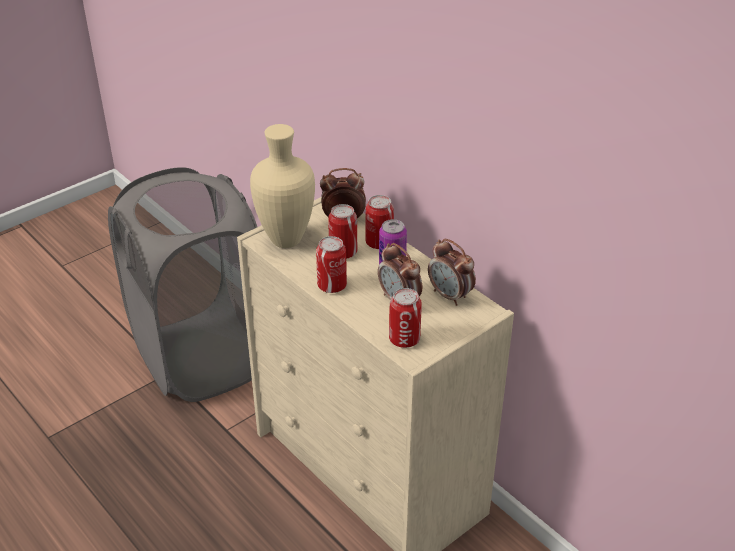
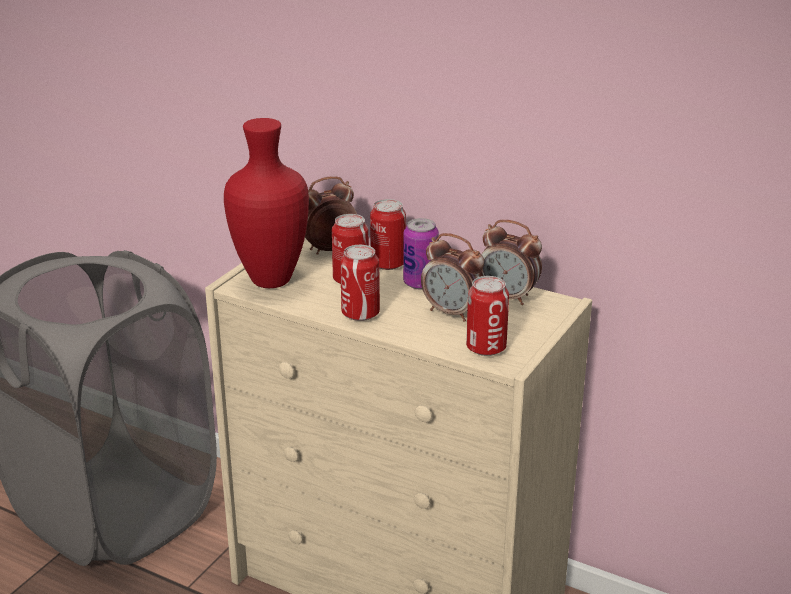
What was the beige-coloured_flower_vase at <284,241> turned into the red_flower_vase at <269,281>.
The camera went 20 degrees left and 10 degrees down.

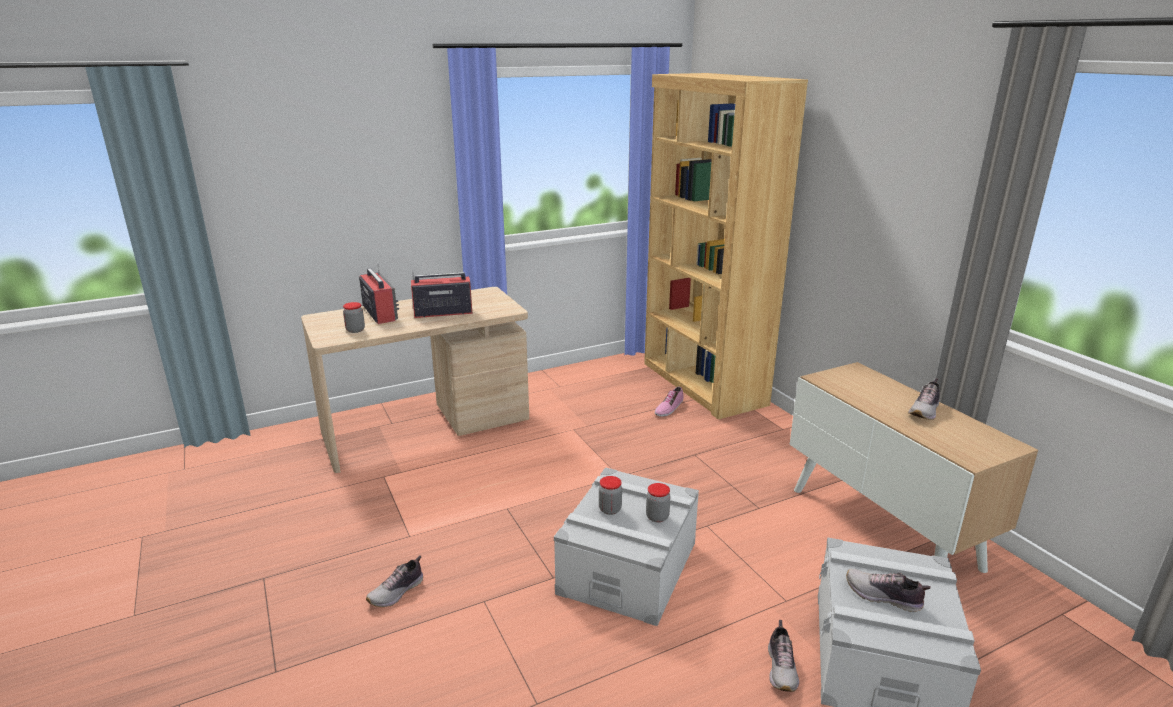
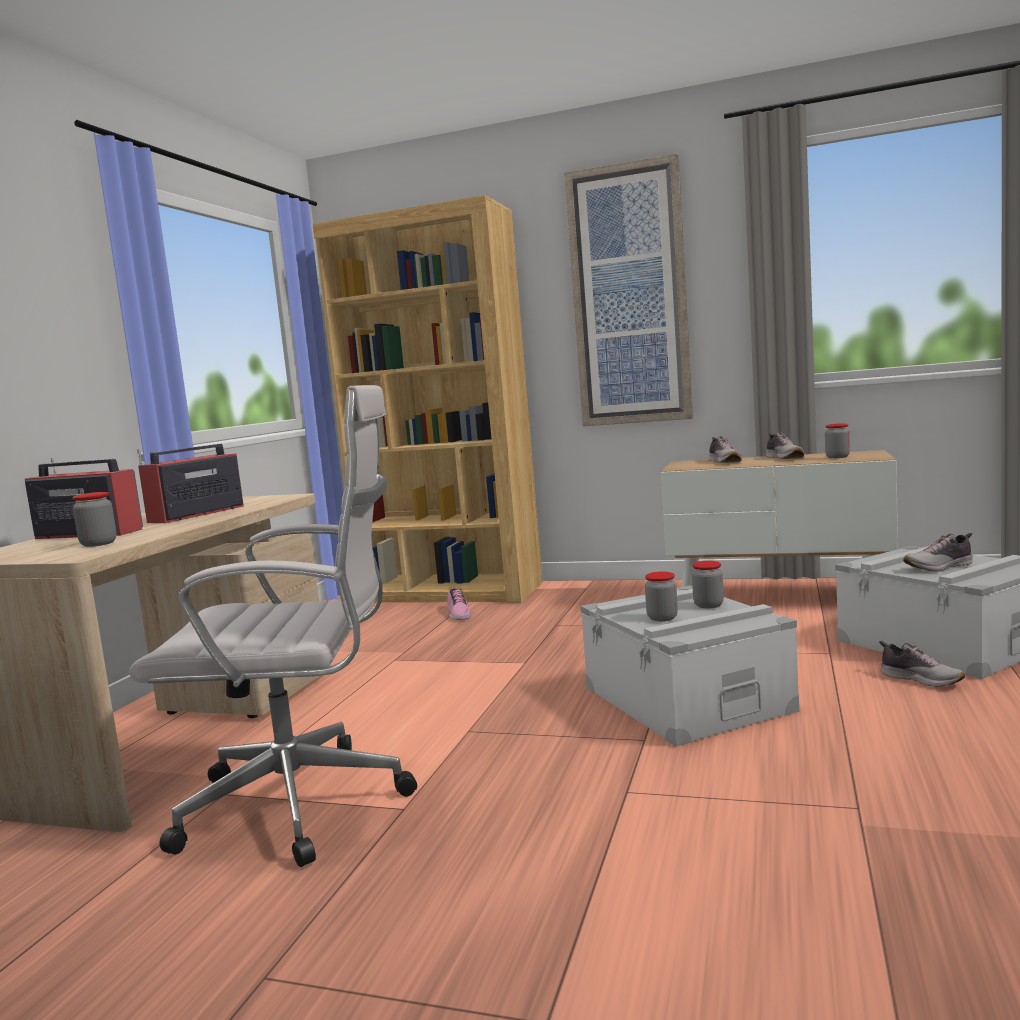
The second view gained the whitish_desk_chair at <306,804>.
The second view gained the wall_picture at <629,296>.
The item_of_footwear ended up elsewhere, having gone from <397,592> to <725,461>.
The second view gained the preserve_jar at <837,457>.
The camera went 45 degrees left and 15 degrees down.

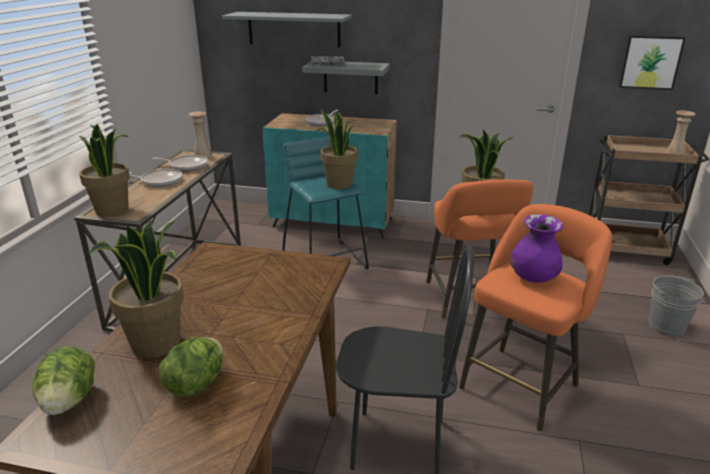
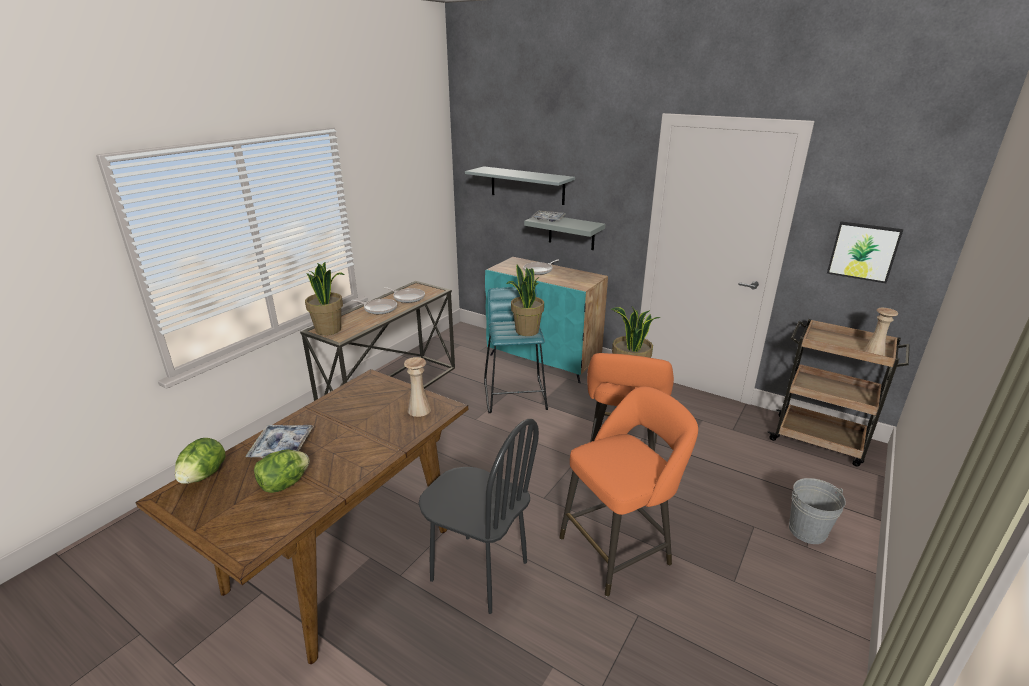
Where the plant_in_a_pot stood at <156,344>, the carrying_tray came to stand at <282,446>.
The beige-coloured_flower_vase ended up elsewhere, having gone from <202,155> to <419,410>.
The second view lost the purplish_flower_vase at <533,277>.
The camera went 20 degrees right and 0 degrees up.

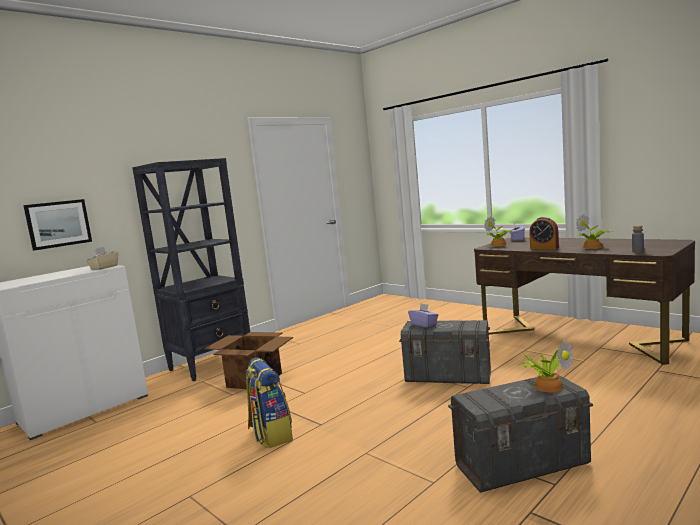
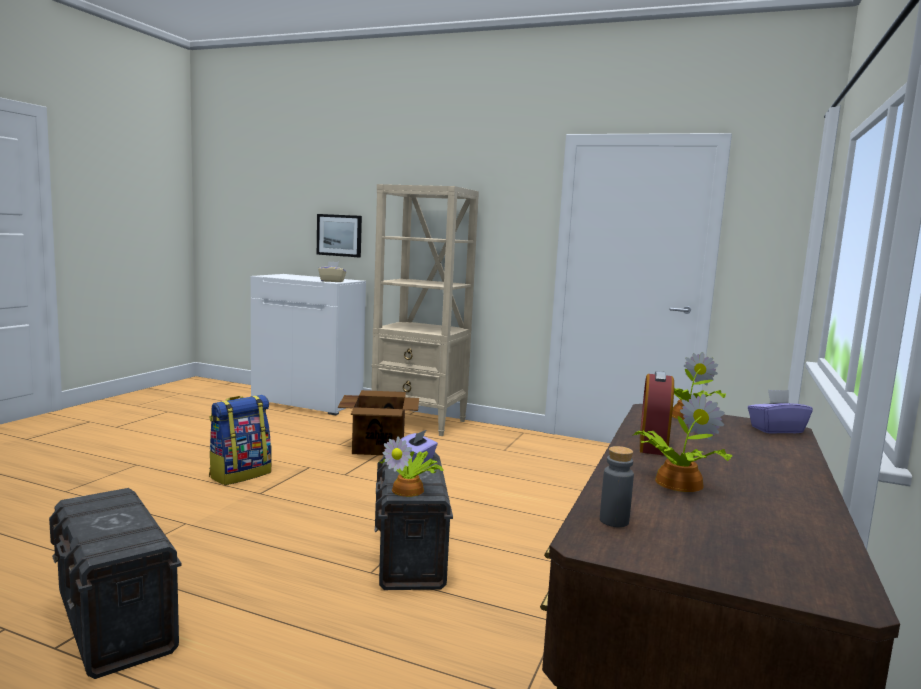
What was the black_shelving_unit at <212,364> turned into the beige-coloured_shelving_unit at <420,422>.
The plant_in_a_pot ended up elsewhere, having gone from <547,385> to <410,490>.
The camera went 65 degrees right and 0 degrees up.

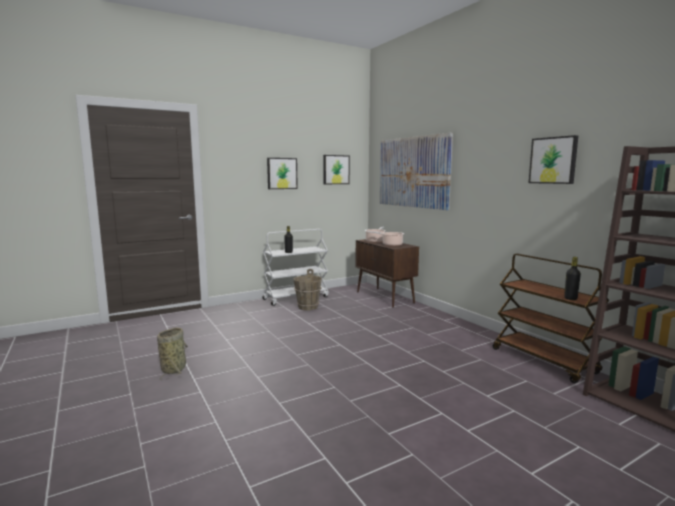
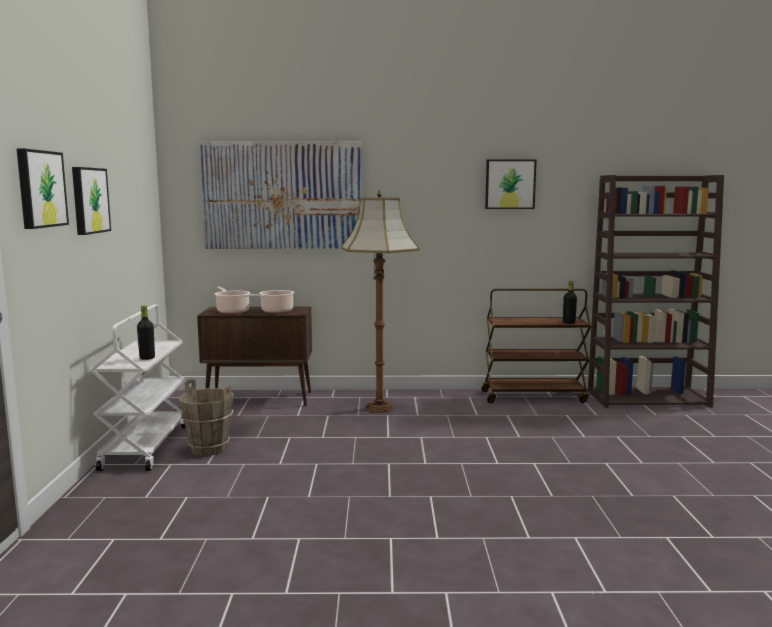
The wall_picture ended up elsewhere, having gone from <335,169> to <40,189>.
The second view gained the floor_lamp at <380,408>.
The second view lost the basket at <174,369>.
The camera went 60 degrees left and 0 degrees up.

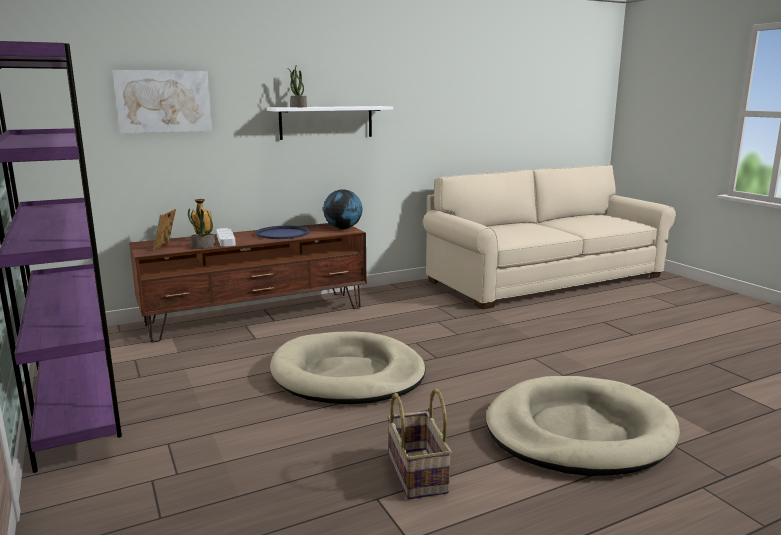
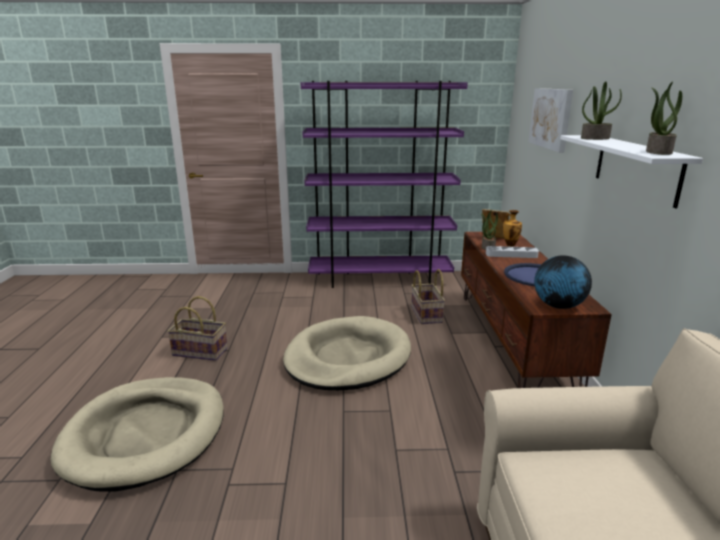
The second view gained the basket at <425,314>.
The second view gained the plant_in_a_pot at <658,152>.
The camera went 115 degrees right and 5 degrees up.

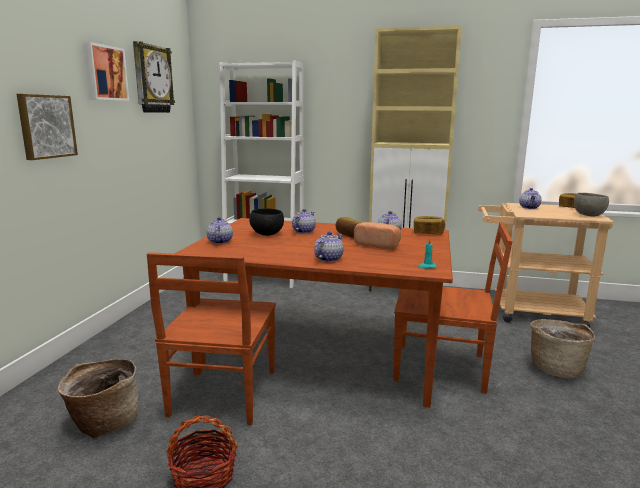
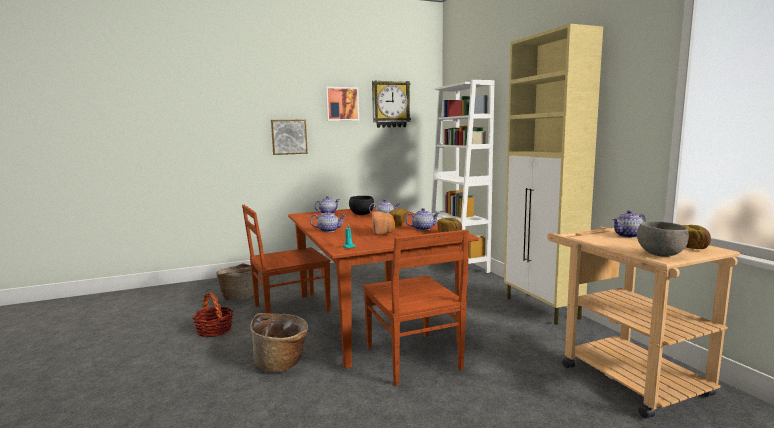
The basket ended up elsewhere, having gone from <556,368> to <282,363>.
The camera went 55 degrees right and 5 degrees down.

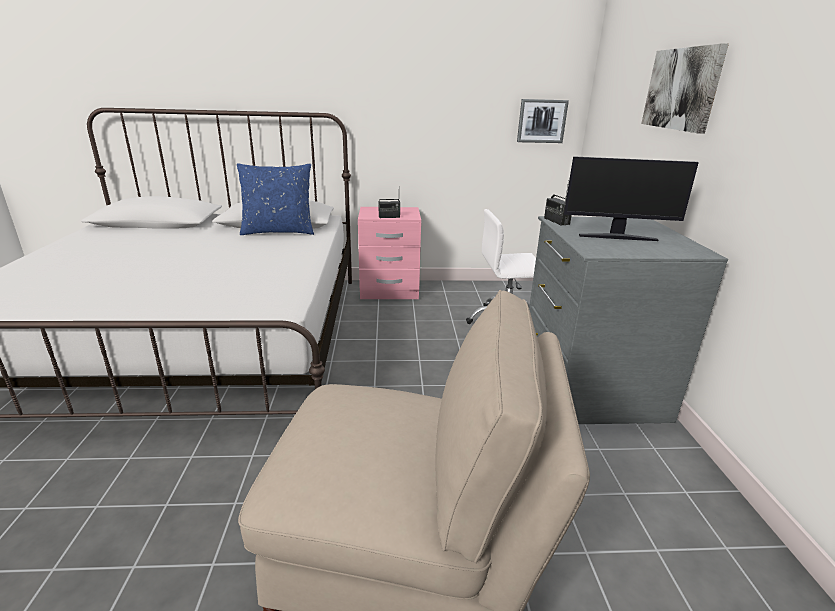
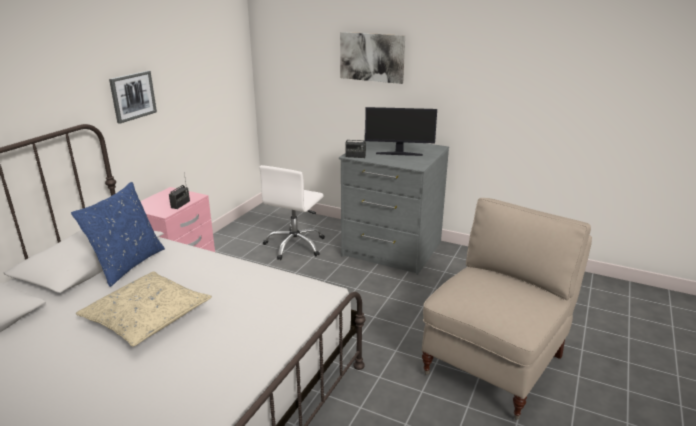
The second view gained the beige-coloured_cushion at <147,317>.
The wall_picture ended up elsewhere, having gone from <541,121> to <133,96>.
The computer_screen at <617,237> ended up facing another way, 60 degrees clockwise from before.
The camera went 60 degrees left and 0 degrees up.

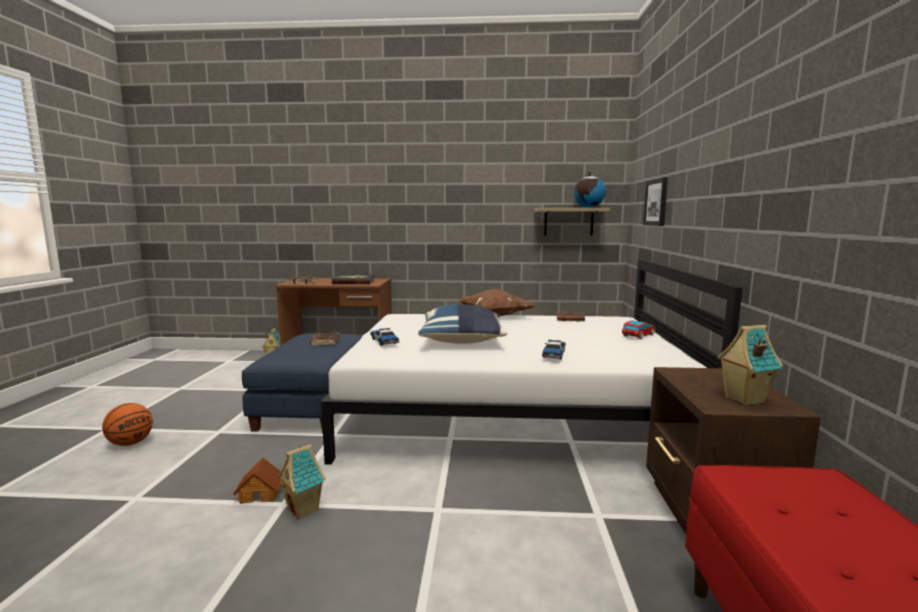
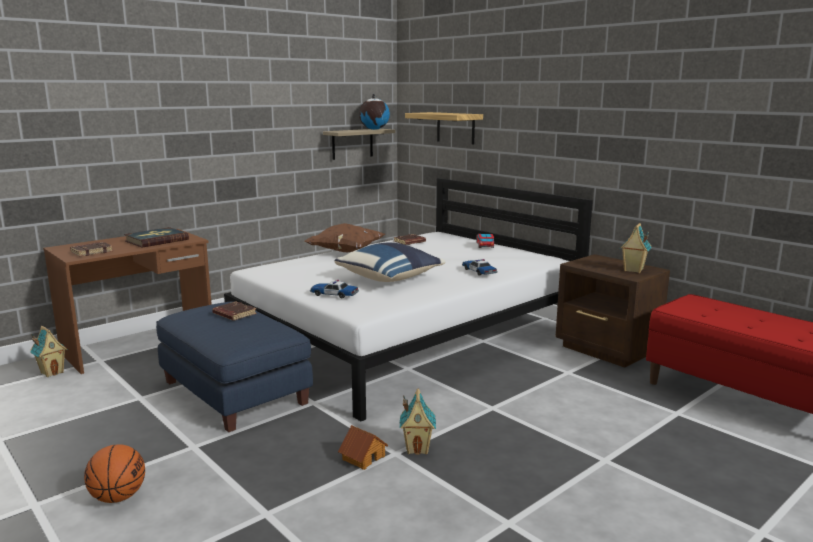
Where the wall_picture hung at <656,202>, the wall_shelf came to hang at <455,128>.
The camera went 45 degrees left and 5 degrees up.

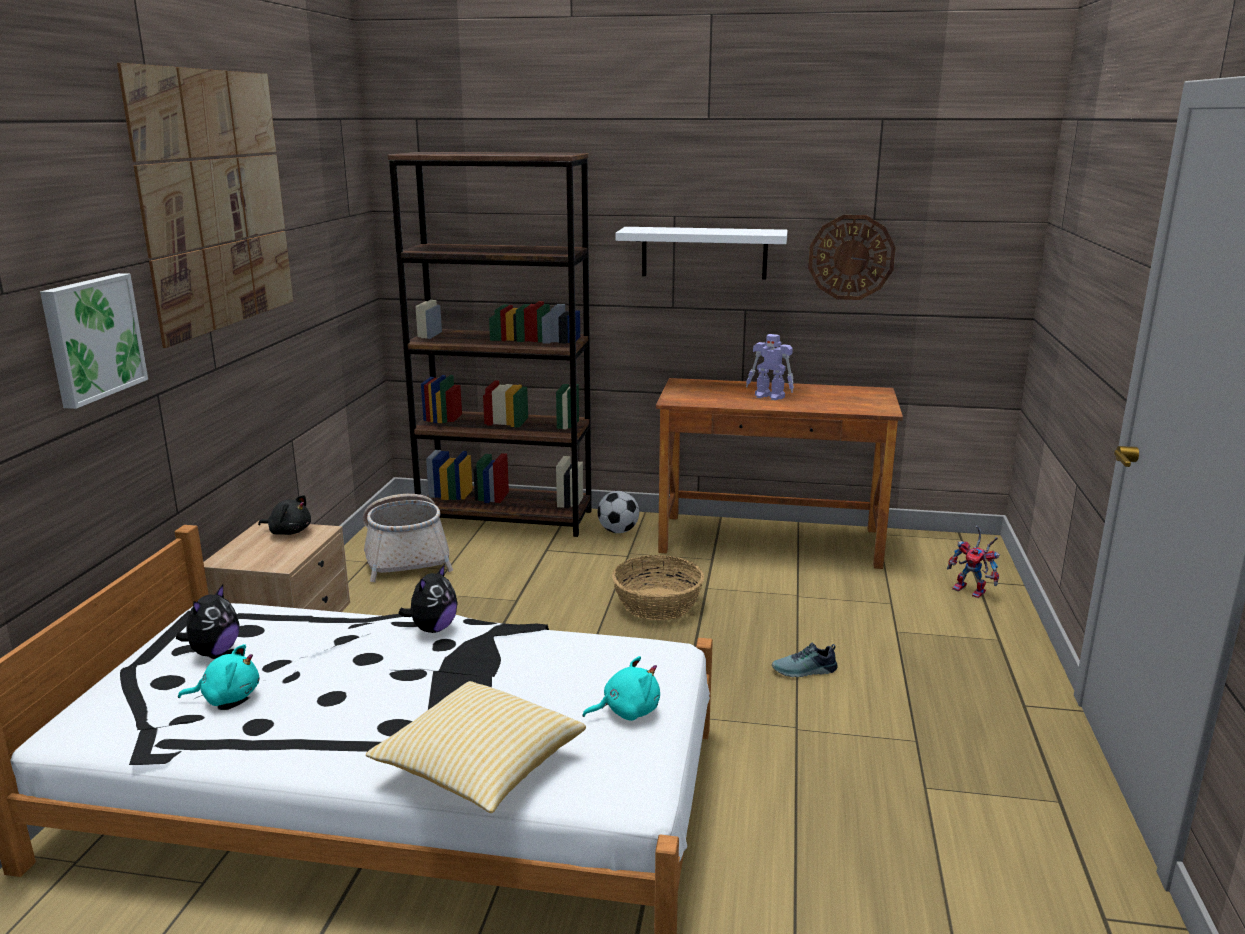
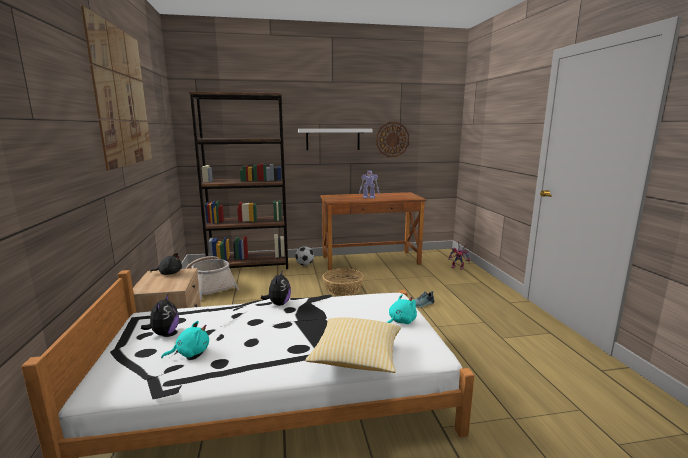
The second view lost the wall_picture at <91,338>.
The camera went 20 degrees left and 5 degrees down.

